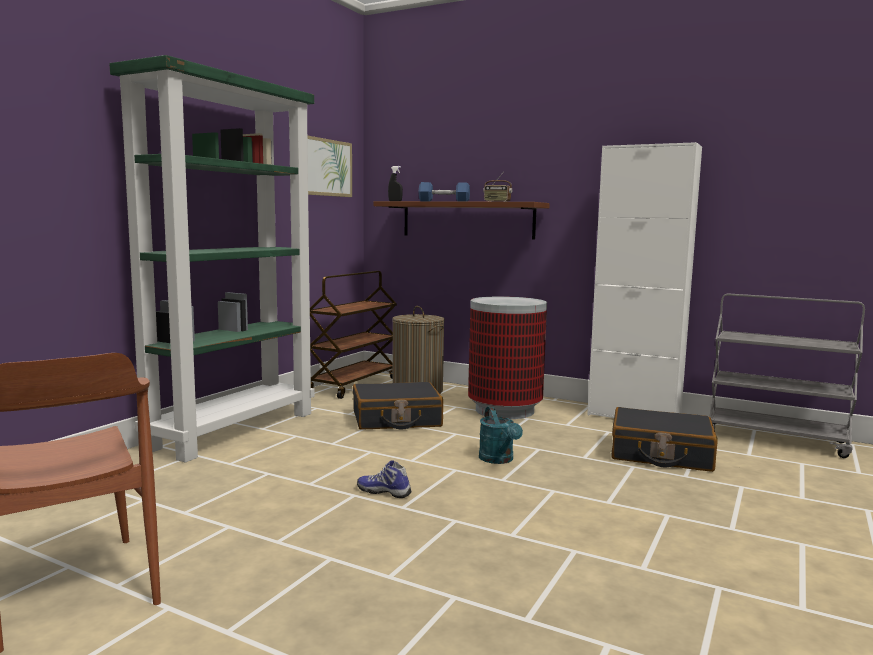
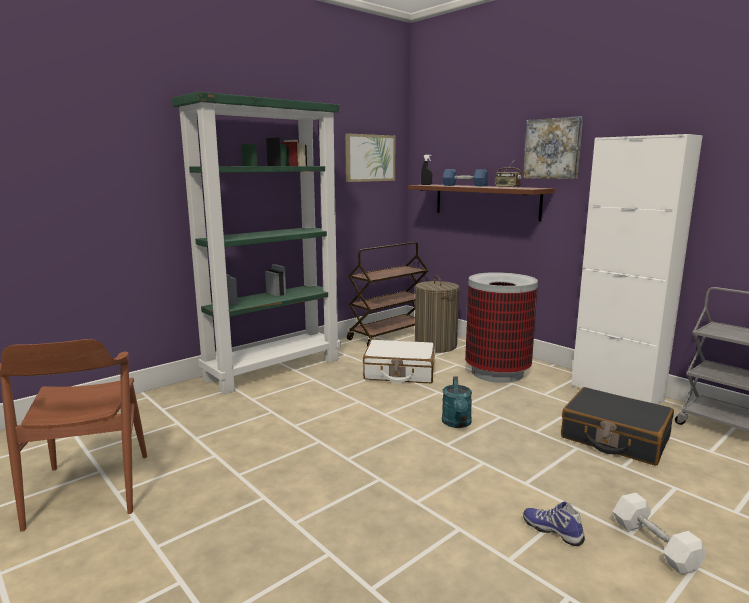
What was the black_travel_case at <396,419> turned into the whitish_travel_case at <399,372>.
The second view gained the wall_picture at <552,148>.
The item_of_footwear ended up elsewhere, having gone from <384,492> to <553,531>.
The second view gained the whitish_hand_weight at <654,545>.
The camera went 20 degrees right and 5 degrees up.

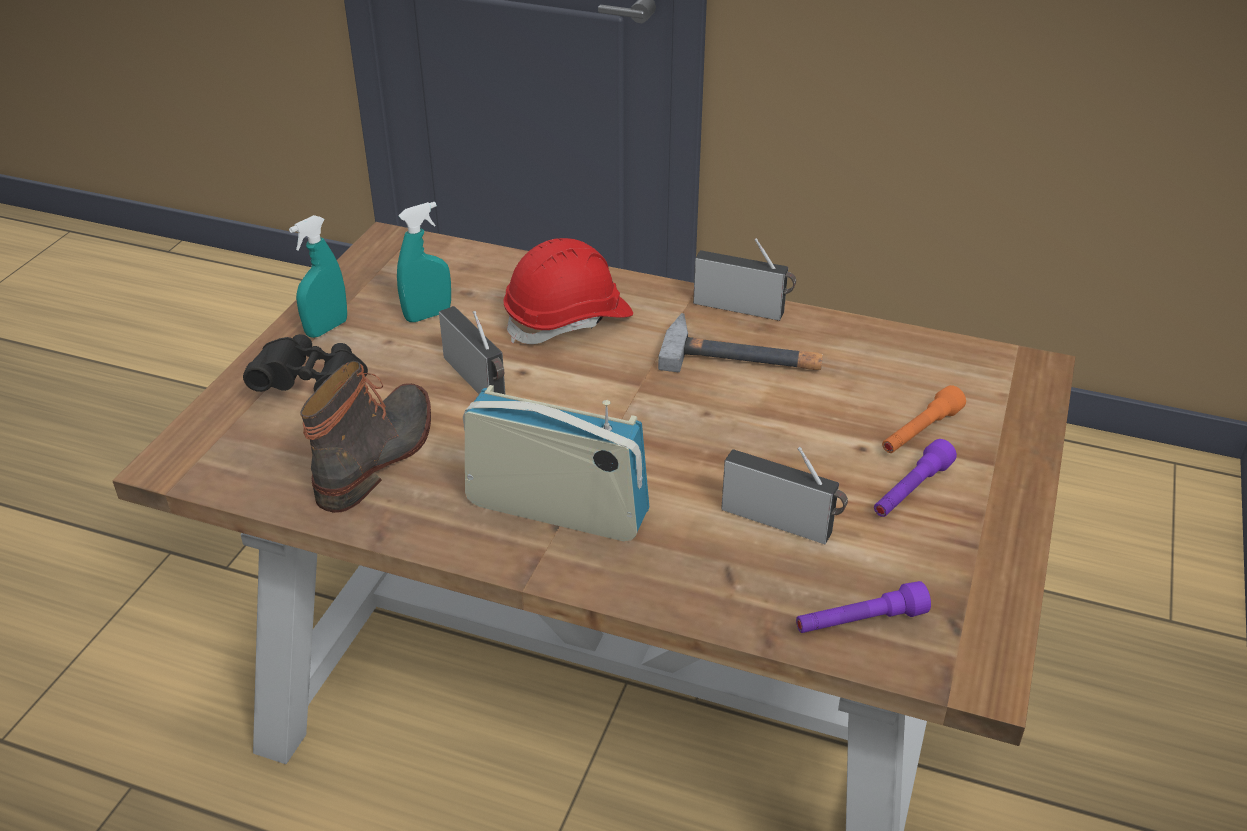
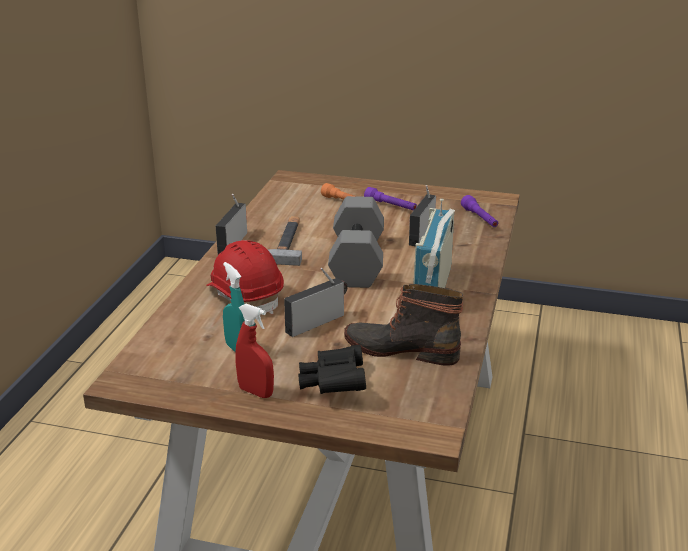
What was the blue-green_spray_bottle at <326,328> turned into the red_spray_bottle at <256,392>.
The second view gained the gray_hand_weight at <358,262>.
The camera went 95 degrees left and 10 degrees down.

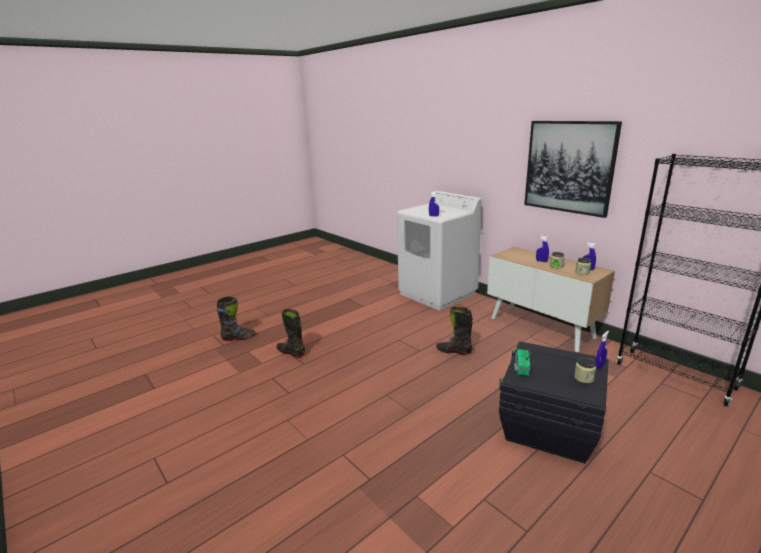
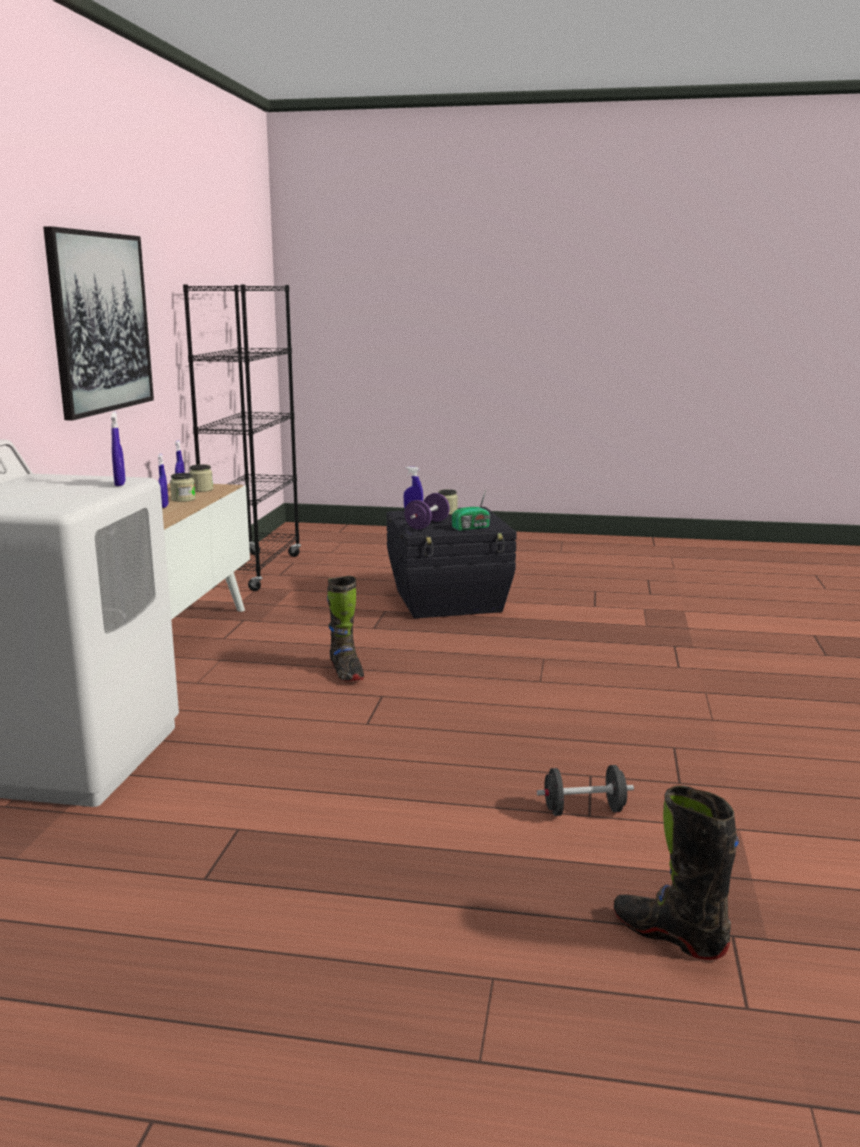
The second view gained the purplish_hand_weight at <427,525>.
Where the black_boot stood at <291,352>, the black_hand_weight came to stand at <584,810>.
The camera went 130 degrees left and 5 degrees down.

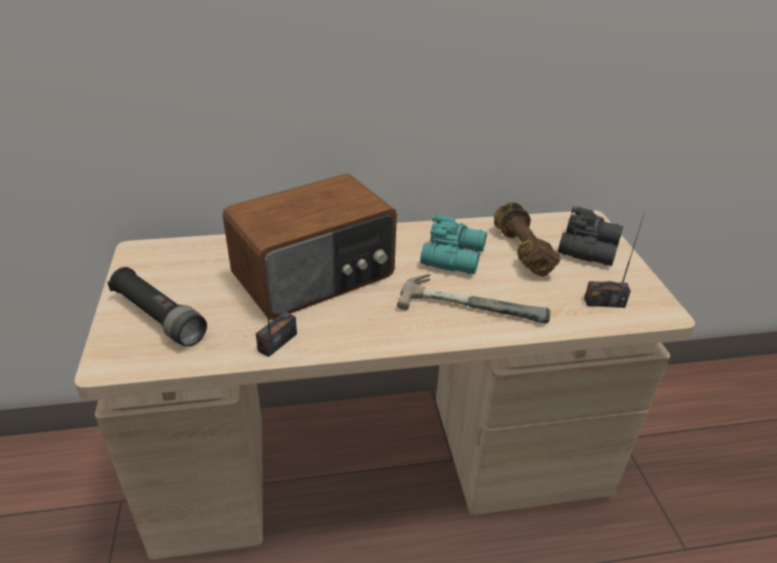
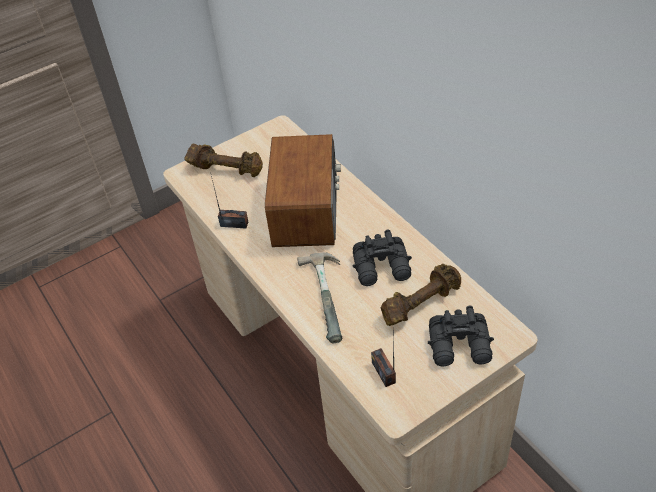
Where the black_torch stood at <159,317>, the brown_hand_weight came to stand at <226,169>.
The radio_receiver at <315,276> ended up facing another way, 120 degrees counterclockwise from before.
What was the blue-green_binoculars at <455,256> turned into the black_binoculars at <383,268>.
The camera went 70 degrees right and 10 degrees up.

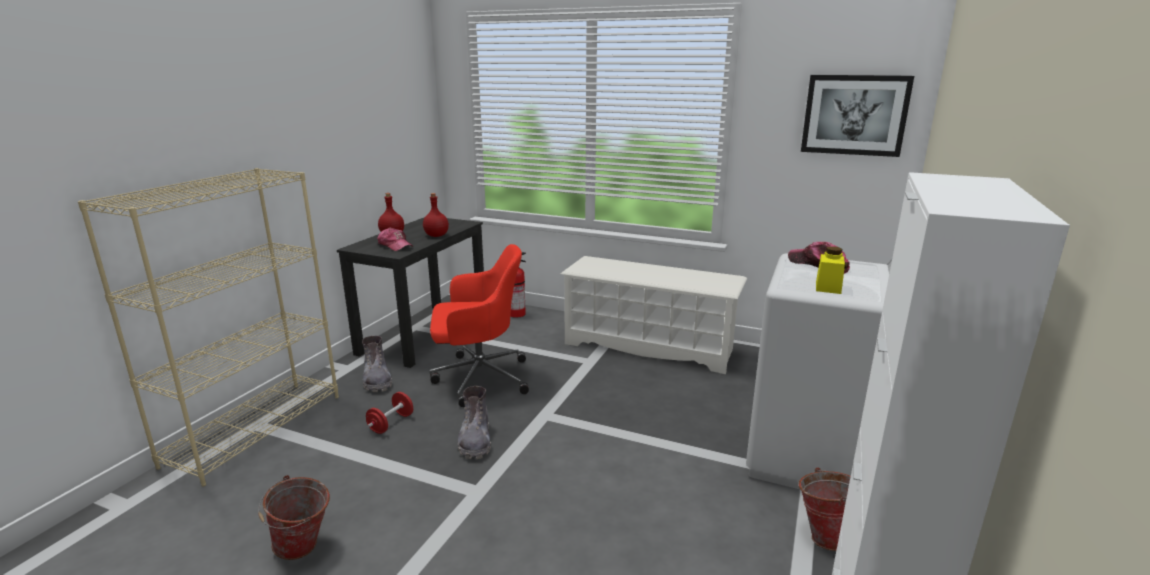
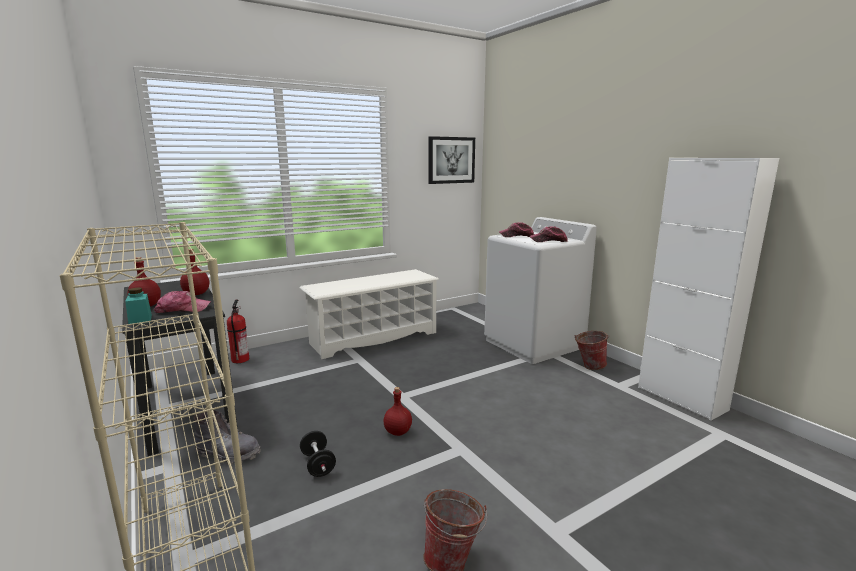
The second view gained the blue-green_preserve_jar at <140,320>.
What was the red_hand_weight at <391,423> turned into the black_hand_weight at <318,464>.
Where the gray_boot stood at <475,440>, the red_bottle came to stand at <397,431>.
Where the yellow_preserve_jar stood at <828,287>, the baseball_cap came to stand at <548,241>.
The second view lost the red_desk_chair at <479,378>.
The camera went 55 degrees left and 5 degrees down.

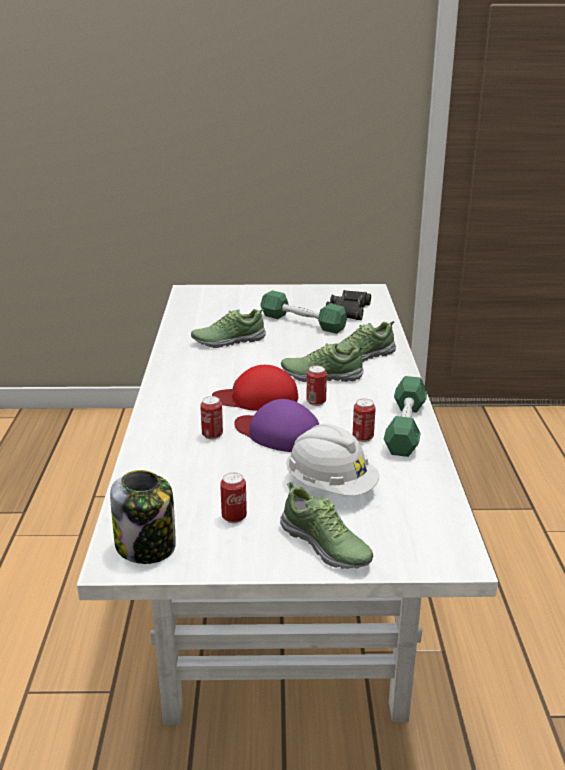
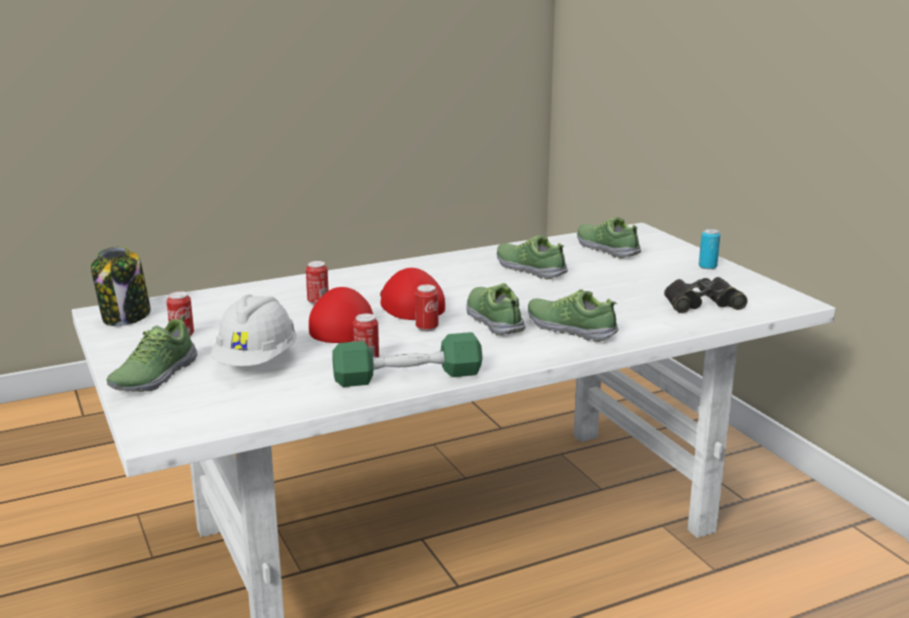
What was the purplish_baseball_cap at <277,433> turned into the red_baseball_cap at <343,324>.
The second view gained the item_of_footwear at <607,248>.
The second view gained the sealed_can at <707,266>.
The second view lost the green_hand_weight at <303,322>.
The camera went 65 degrees right and 5 degrees down.

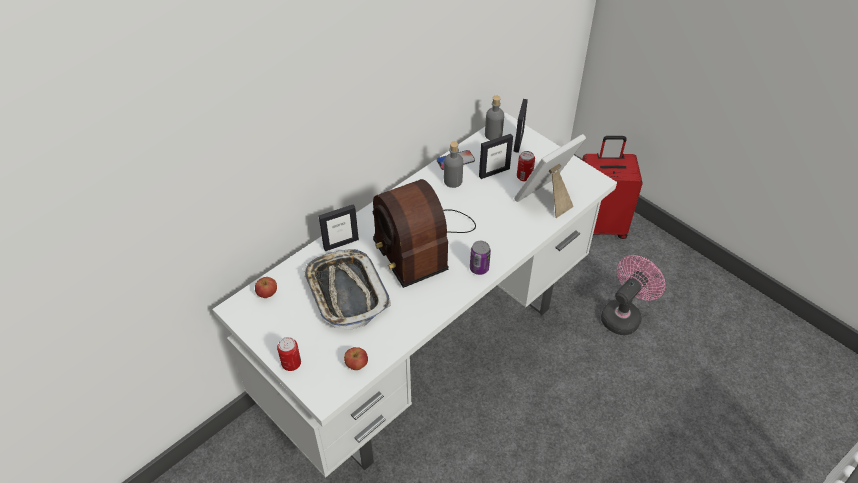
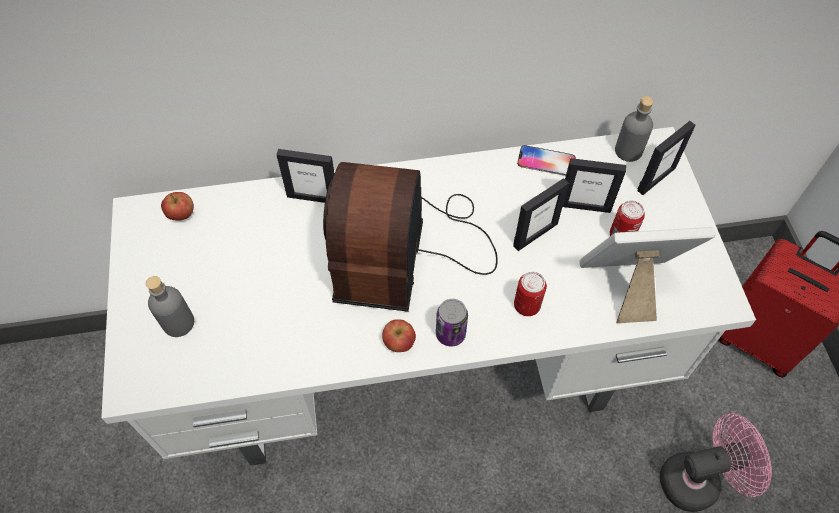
The gray_bottle ended up elsewhere, having gone from <453,181> to <178,323>.
The apple ended up elsewhere, having gone from <356,364> to <399,342>.
The second view gained the picture_frame at <535,234>.
The sealed_can ended up elsewhere, having gone from <291,363> to <527,305>.
The second view lost the carrying_tray at <346,292>.
The camera went 35 degrees right and 10 degrees up.

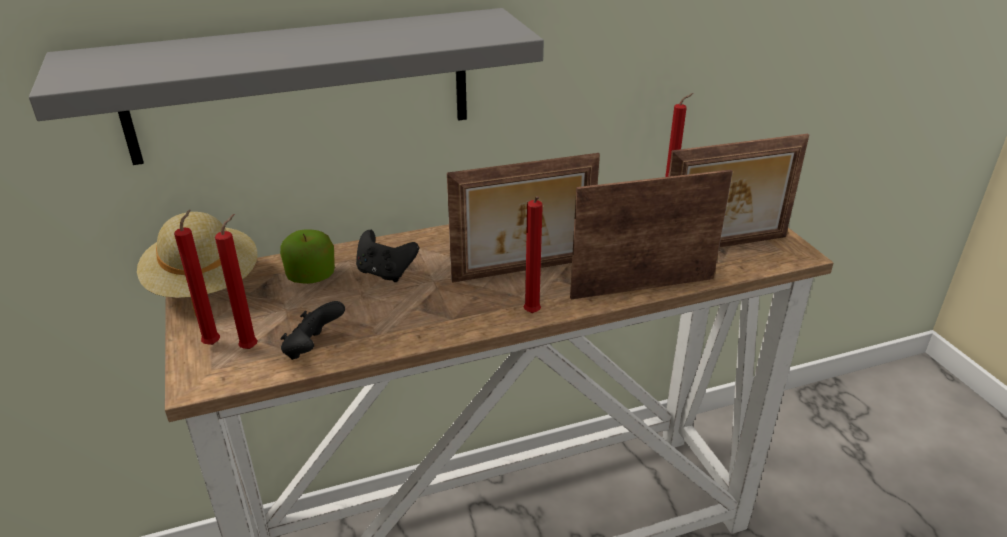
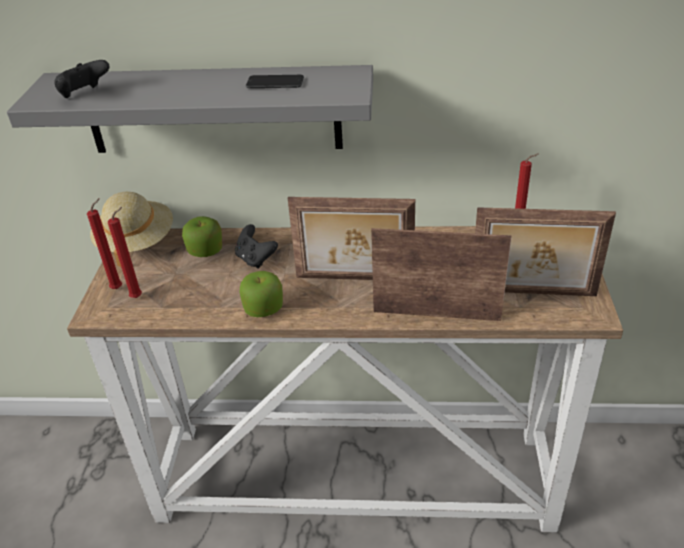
The black_gamepad ended up elsewhere, having gone from <313,349> to <84,94>.
The second view gained the apple at <263,308>.
The second view gained the handset at <275,83>.
The second view lost the red_wax_candle at <532,314>.
The camera went 25 degrees right and 5 degrees up.

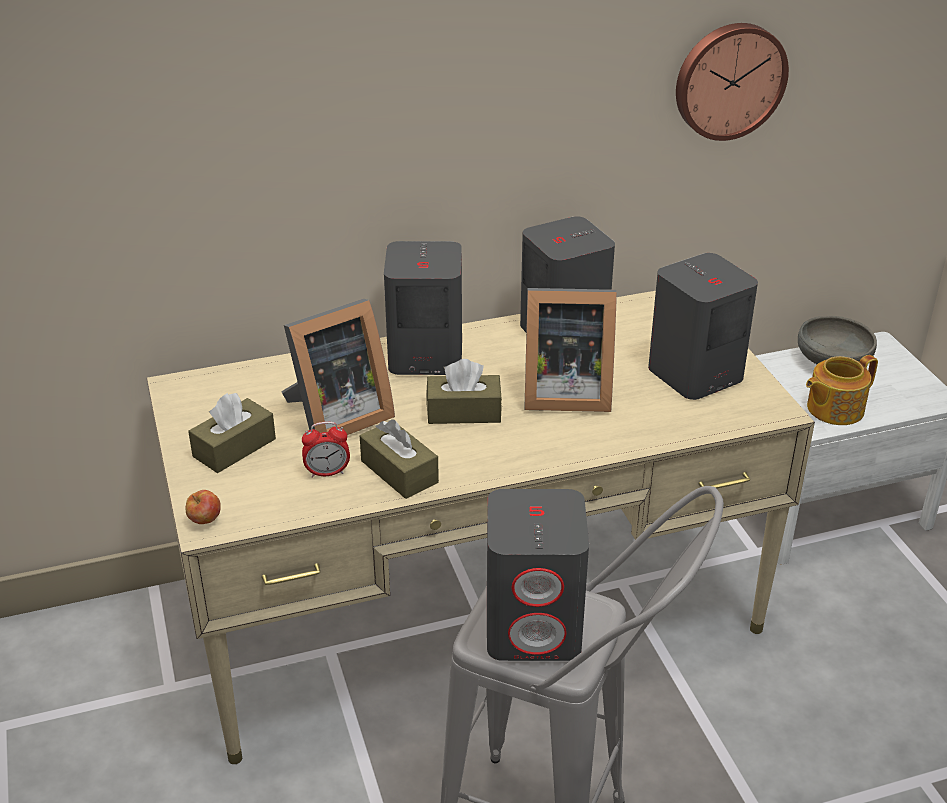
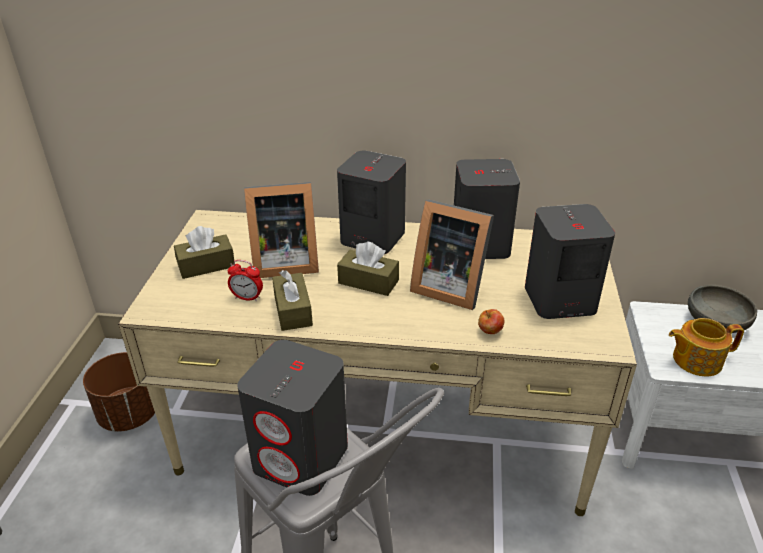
The second view gained the brown_flower_pot at <130,414>.
The apple ended up elsewhere, having gone from <205,521> to <490,332>.
The second view lost the hanging_clock at <728,80>.
The camera went 25 degrees right and 0 degrees up.

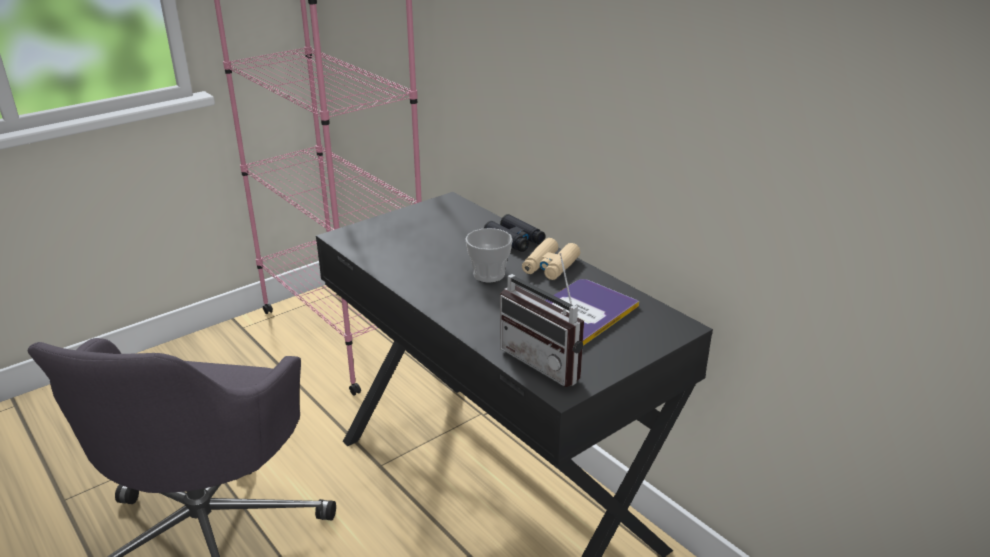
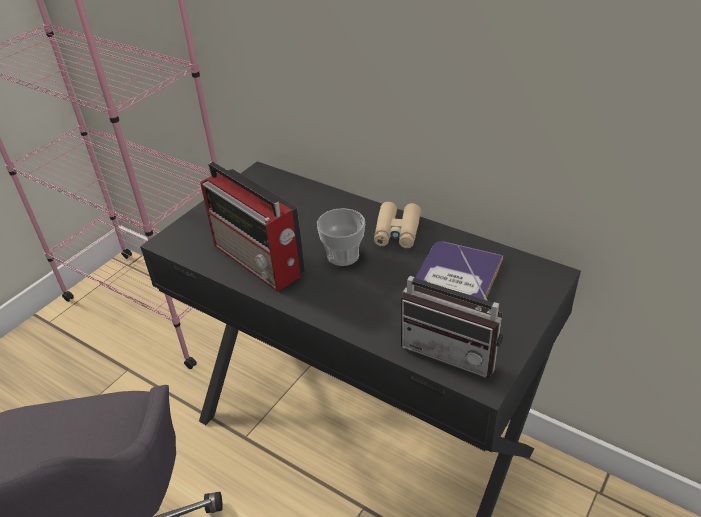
The second view gained the radio_receiver at <259,261>.
The second view lost the black_binoculars at <514,240>.
The camera went 15 degrees left and 10 degrees up.

